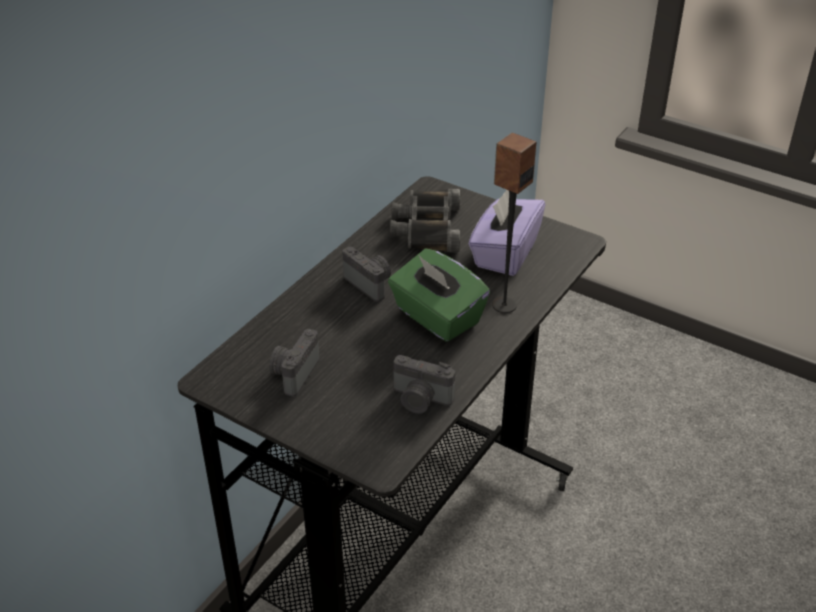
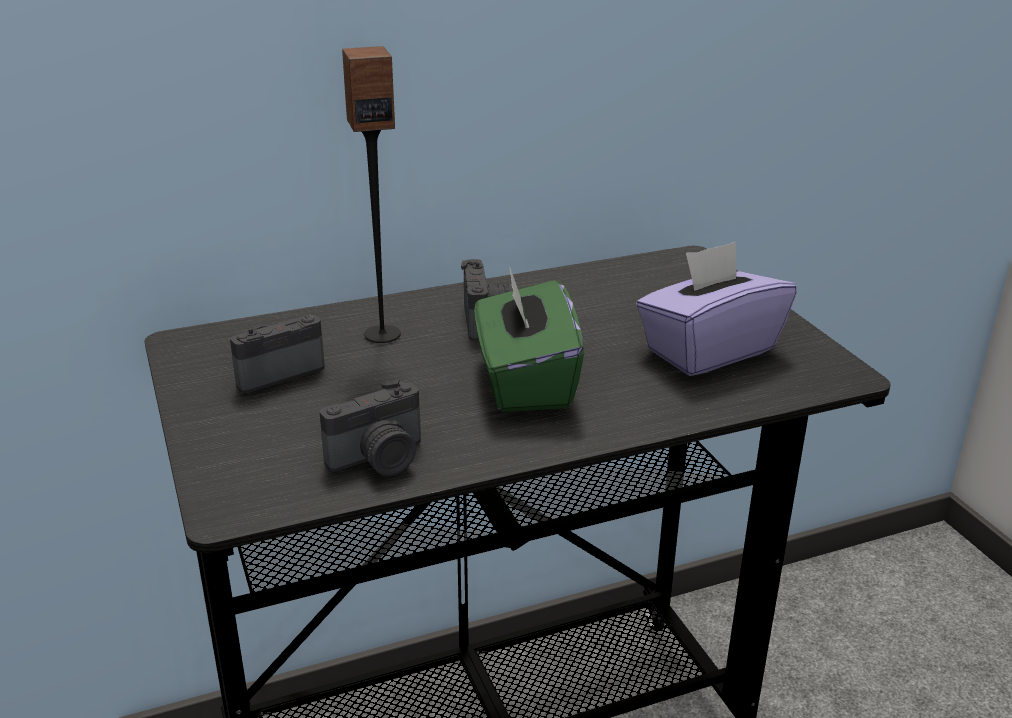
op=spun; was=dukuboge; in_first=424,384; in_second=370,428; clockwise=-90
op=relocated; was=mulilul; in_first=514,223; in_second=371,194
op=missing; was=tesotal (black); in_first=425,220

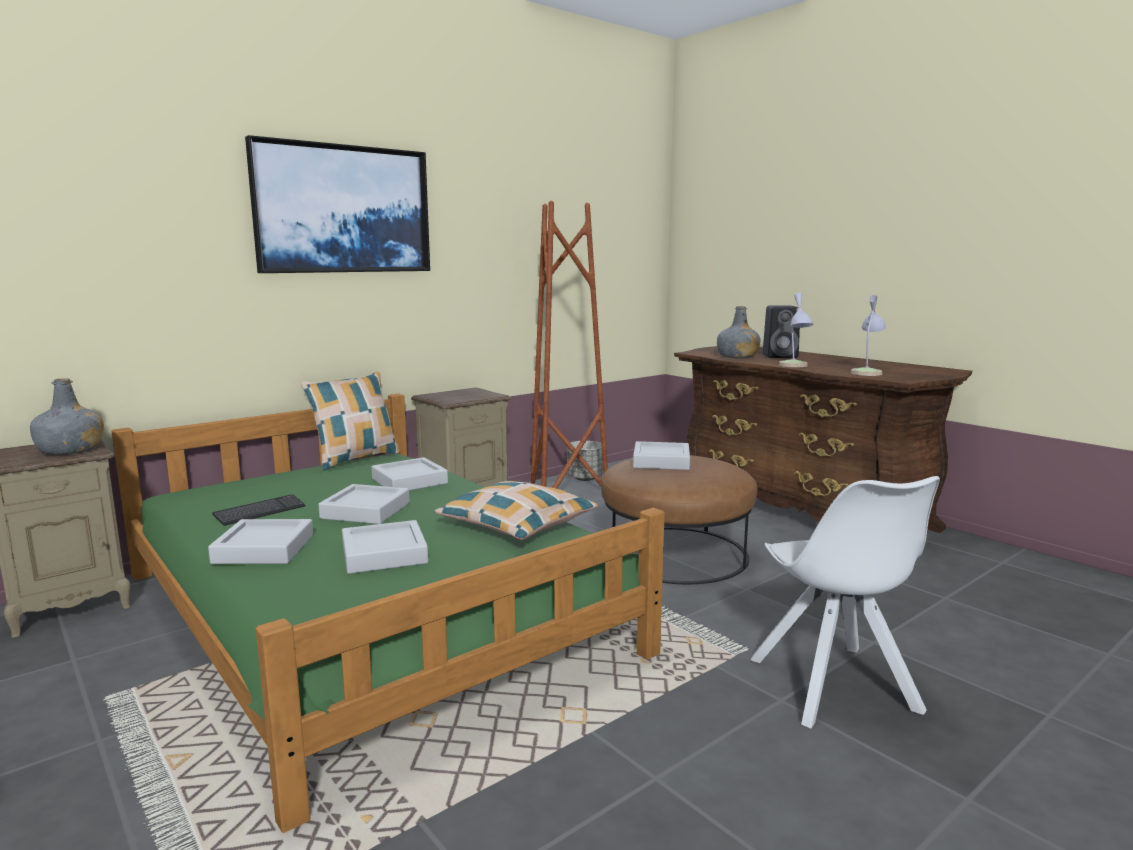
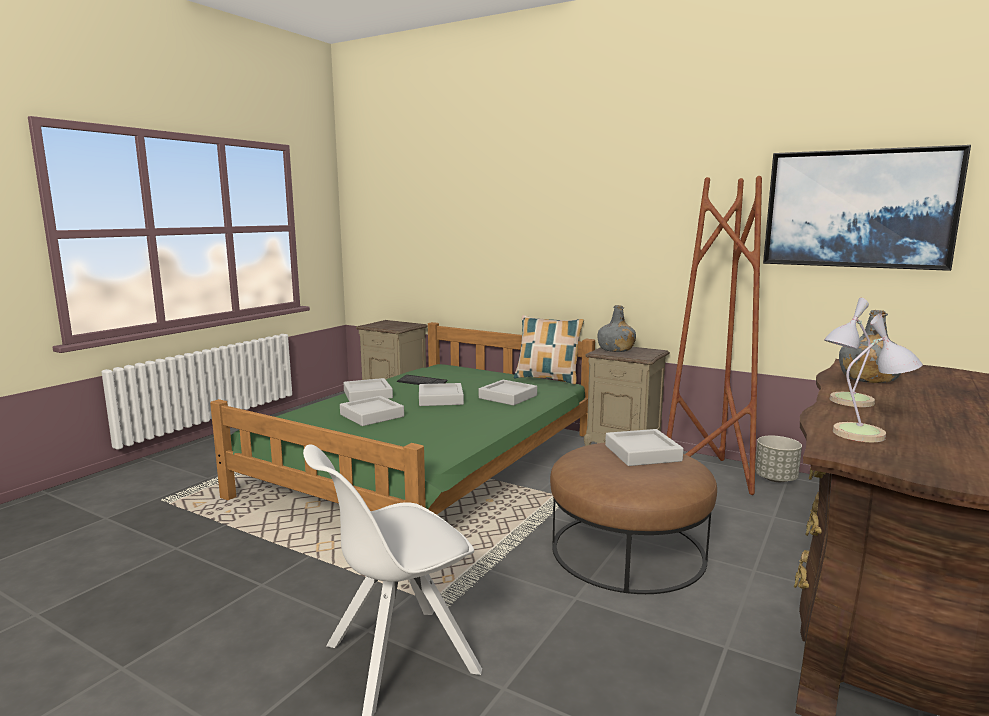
op=relocated; was=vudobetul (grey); in_first=67,416; in_second=617,328
op=relocated; was=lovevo; in_first=337,204; in_second=867,208
op=missing; was=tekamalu; in_first=516,510
op=missing; was=mulilul (black); in_first=781,332

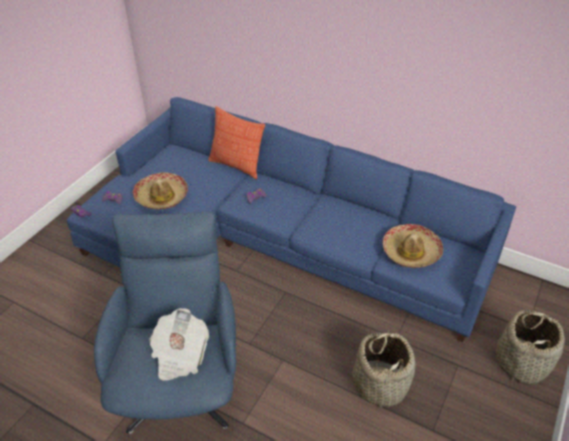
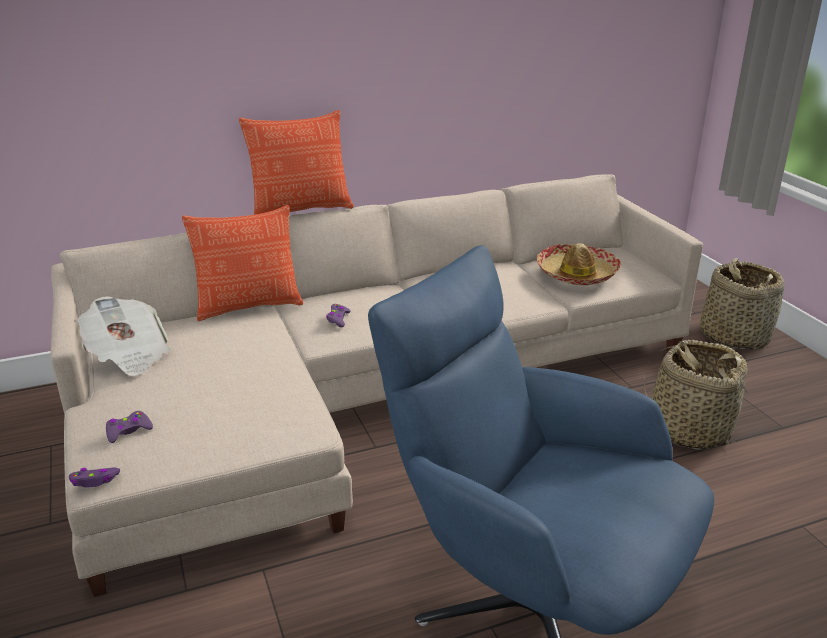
op=colour; was=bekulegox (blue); now=bekulegox (beige); in_first=291,219; in_second=376,385
op=relocated; was=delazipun; in_first=179,344; in_second=124,336
op=appeared; now=tekamalu (orange); in_second=296,162
op=missing; was=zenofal; in_first=160,190

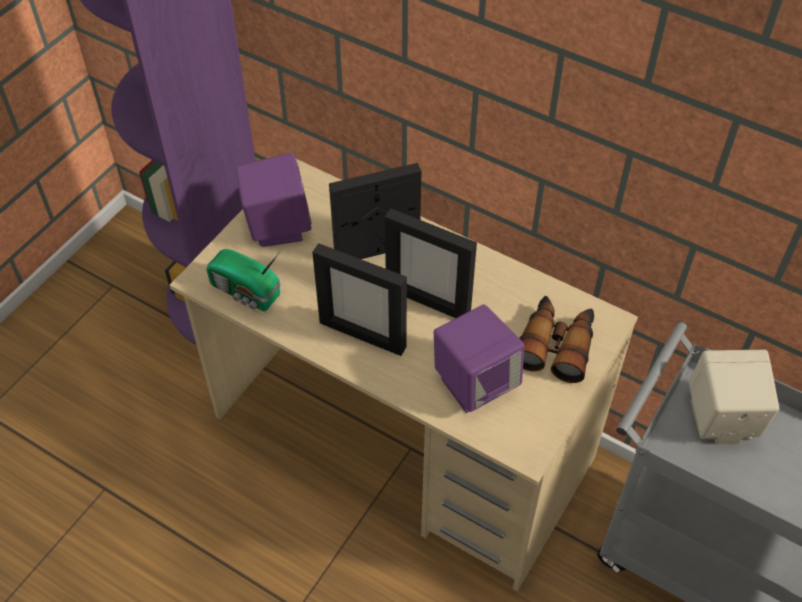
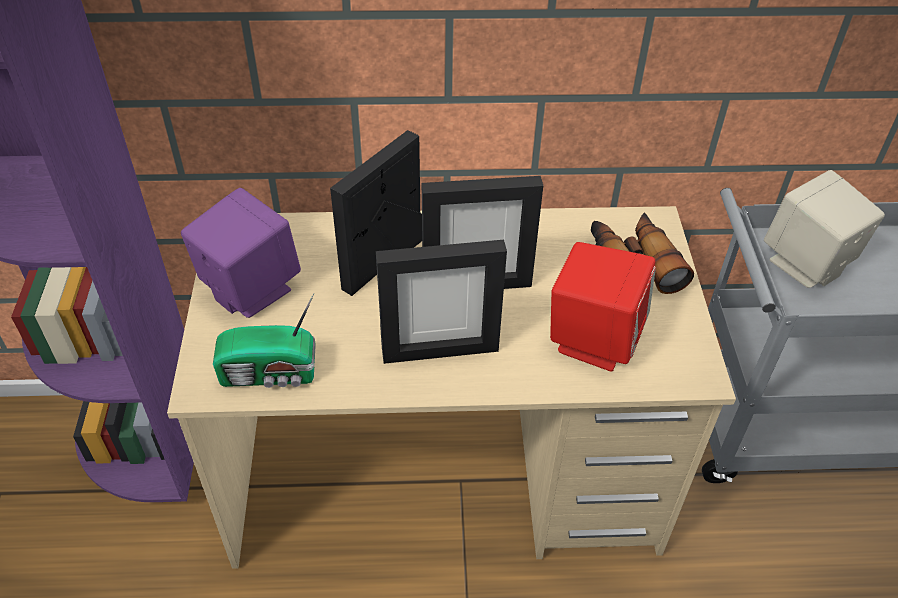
op=colour; was=mulilul (purple); now=mulilul (red); in_first=479,359; in_second=603,307

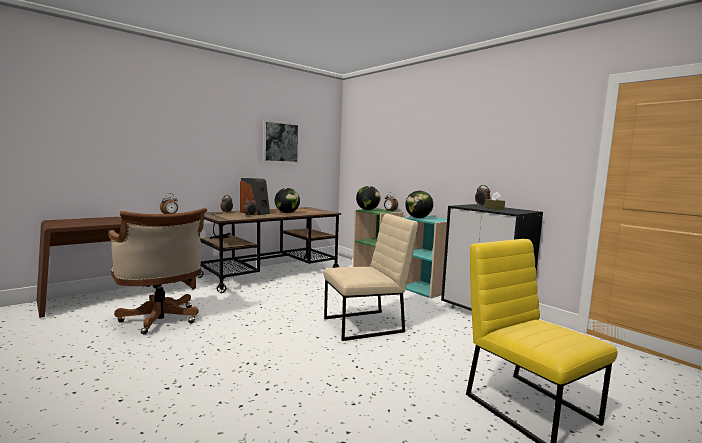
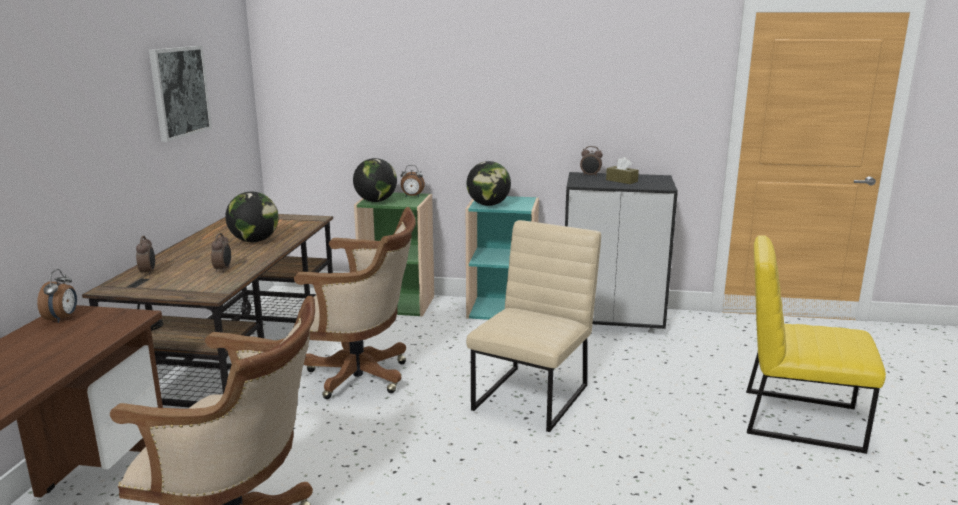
op=appeared; now=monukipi; in_second=355,303
op=missing; was=mulilul; in_first=255,196

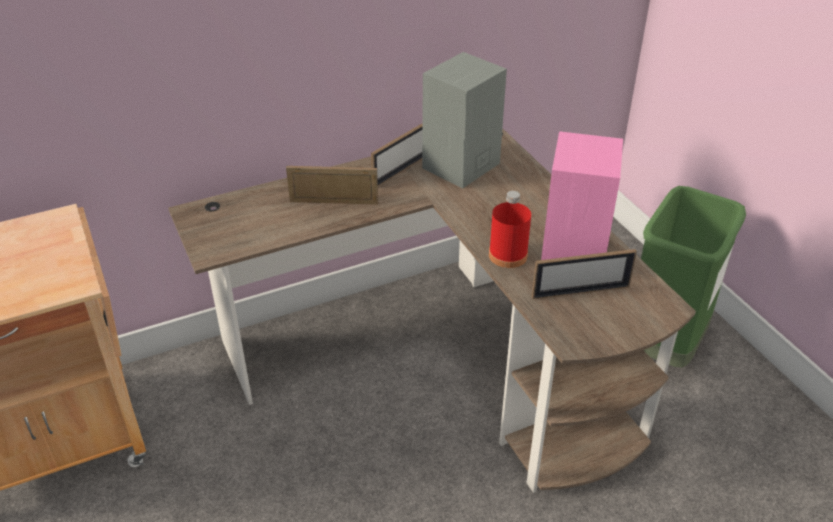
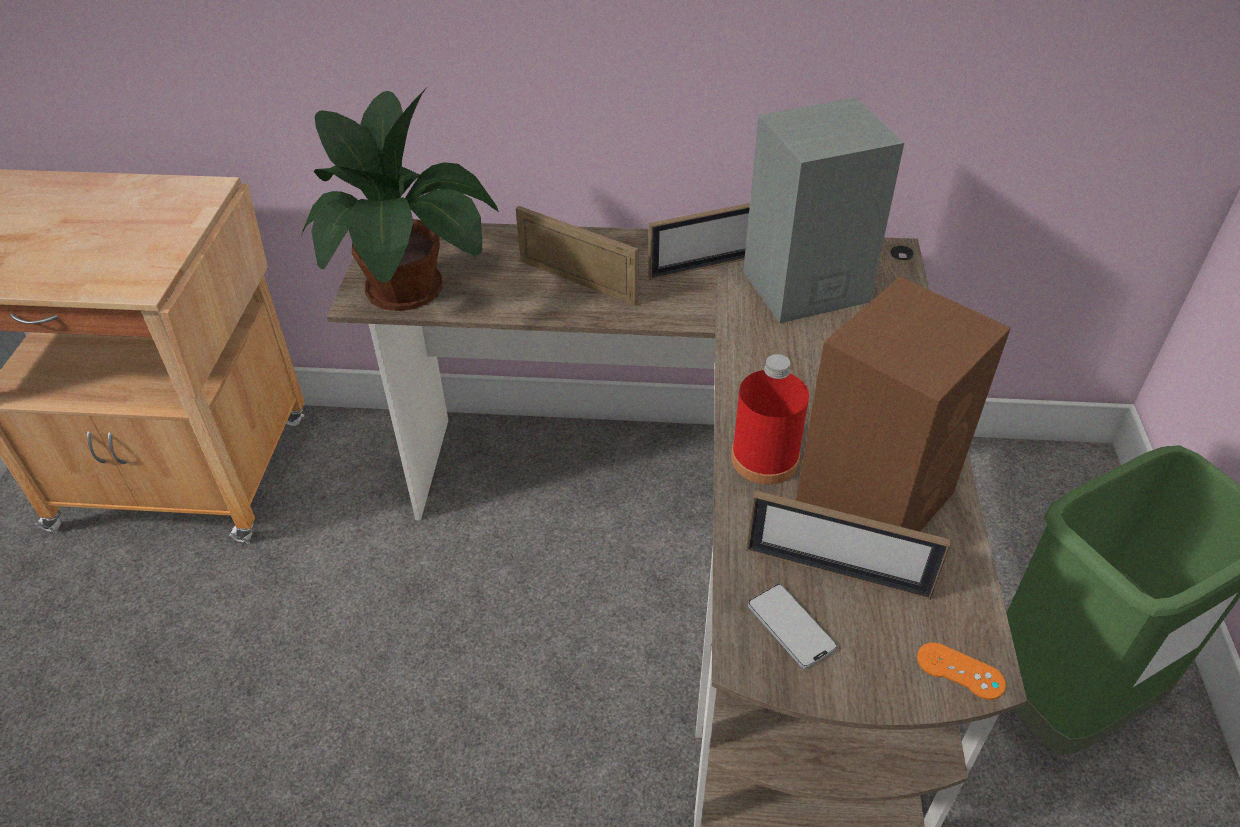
op=appeared; now=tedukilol; in_second=400,200
op=appeared; now=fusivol; in_second=792,626
op=colour; was=mulilul (pink); now=mulilul (brown); in_first=582,195; in_second=903,404
op=appeared; now=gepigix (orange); in_second=961,671

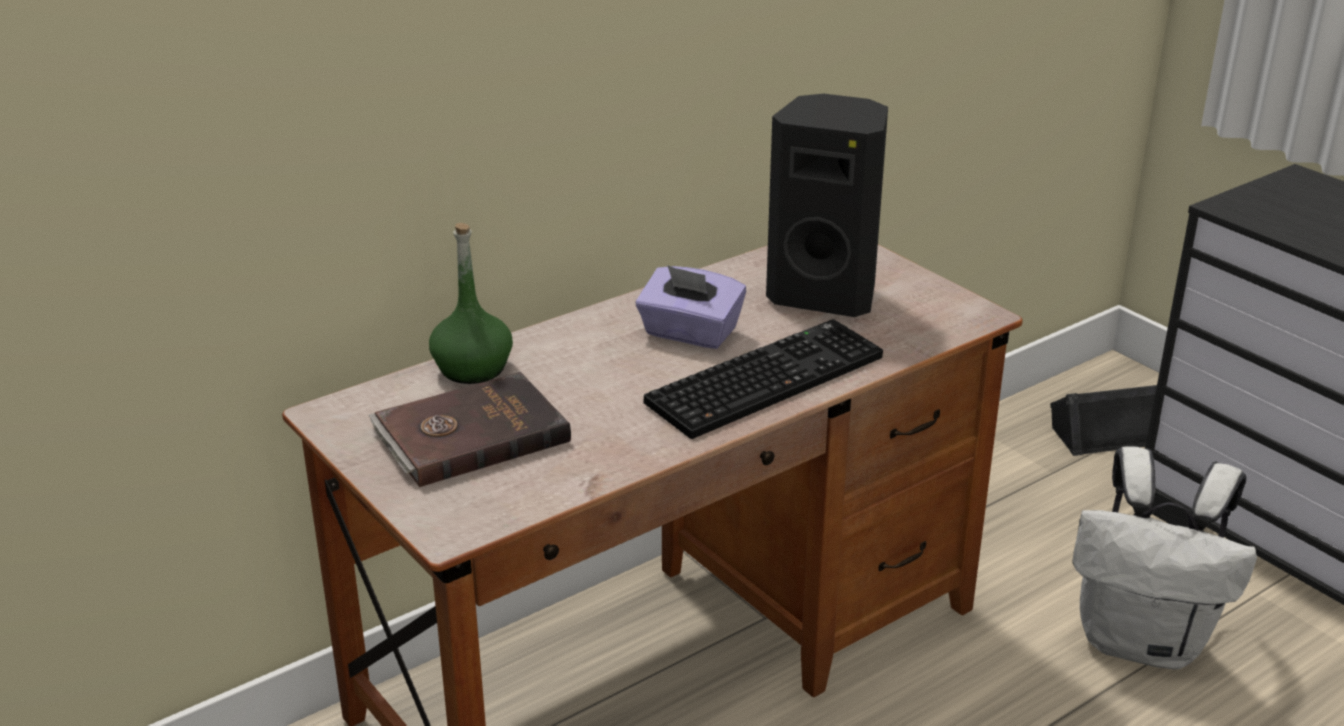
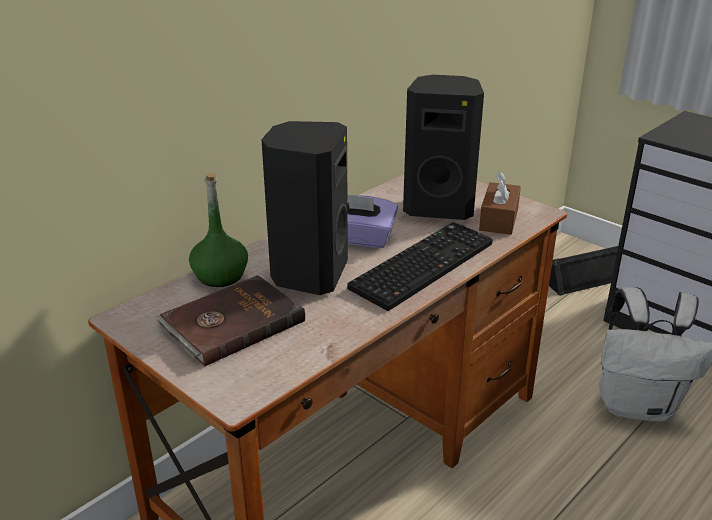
op=appeared; now=mulilul (black); in_second=304,208
op=appeared; now=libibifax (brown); in_second=500,203

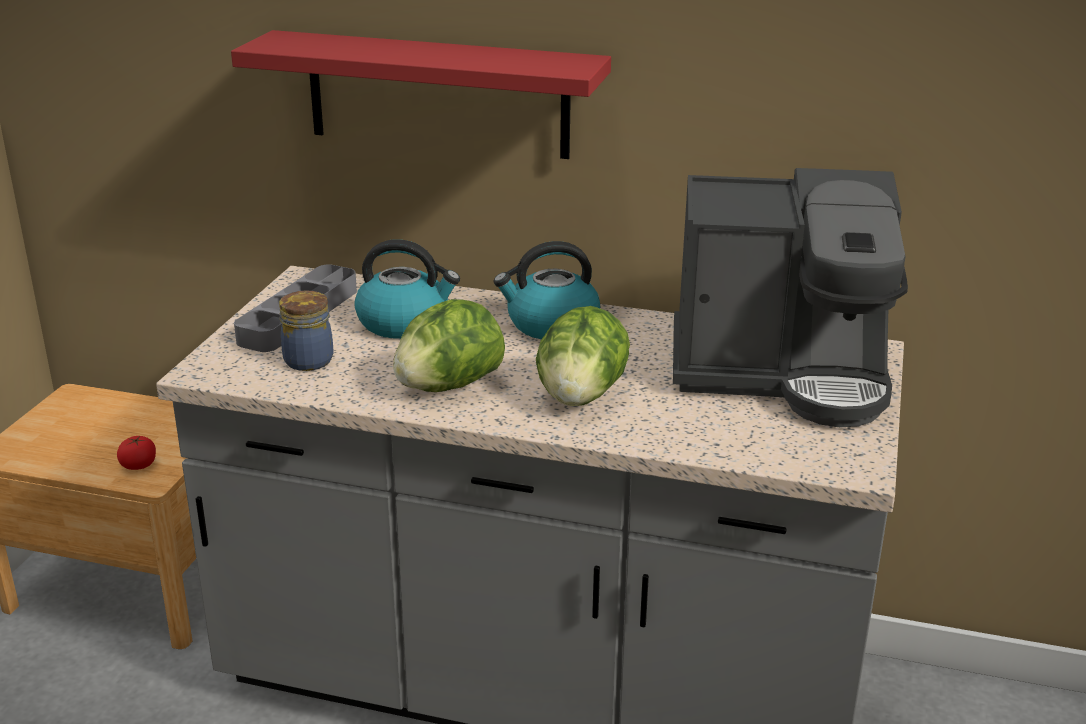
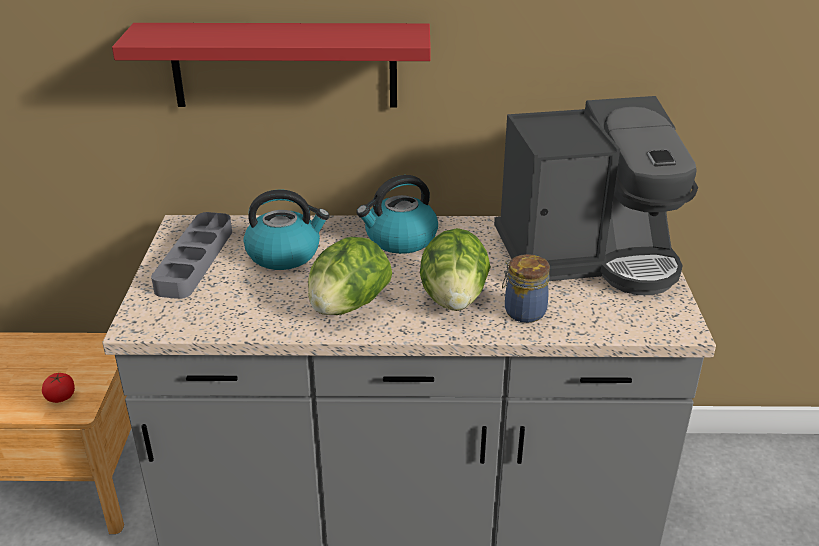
op=relocated; was=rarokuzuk; in_first=306,330; in_second=526,288

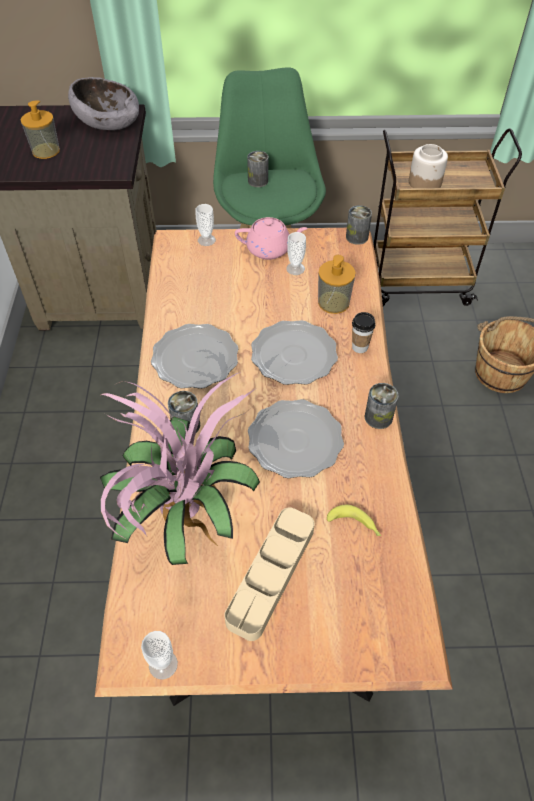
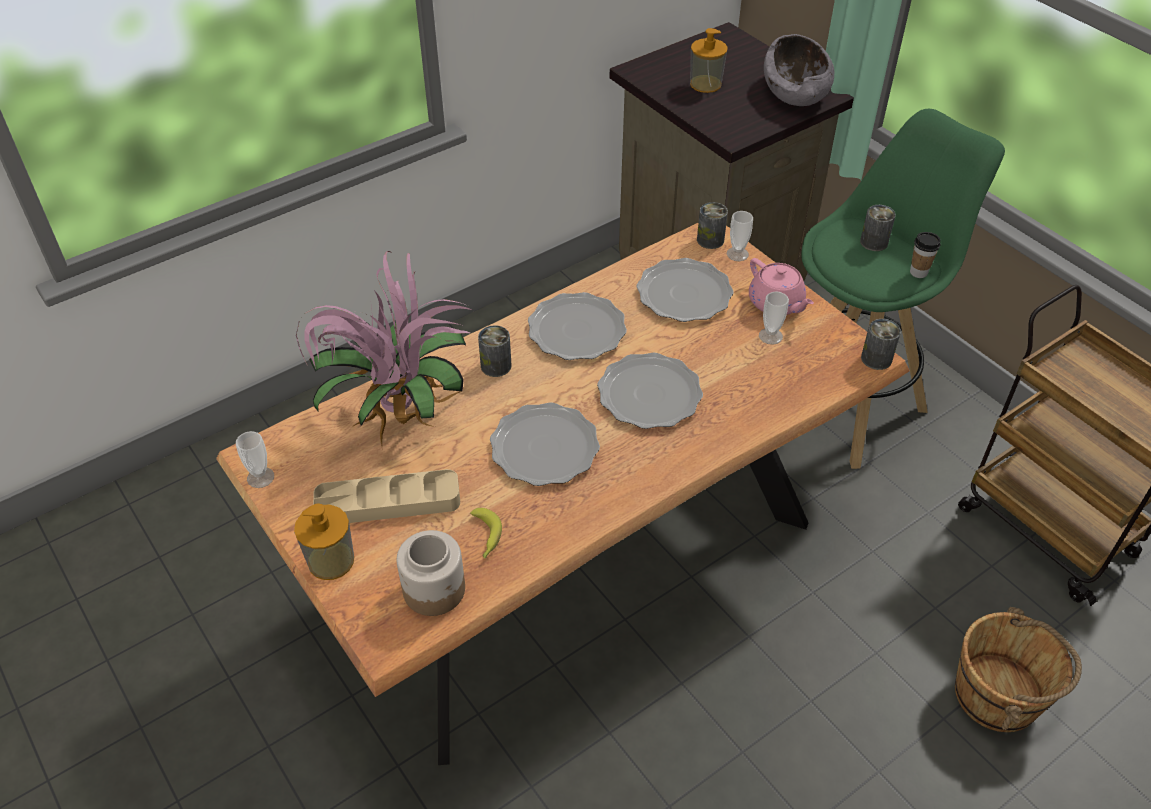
op=relocated; was=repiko; in_first=337,284; in_second=324,542
op=relocated; was=rarokuzuk; in_first=428,166; in_second=431,573
op=appeared; now=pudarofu; in_second=685,290
op=relocated; was=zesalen; in_first=381,406; in_second=712,225
op=relocated; was=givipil; in_first=364,332; in_second=925,255

